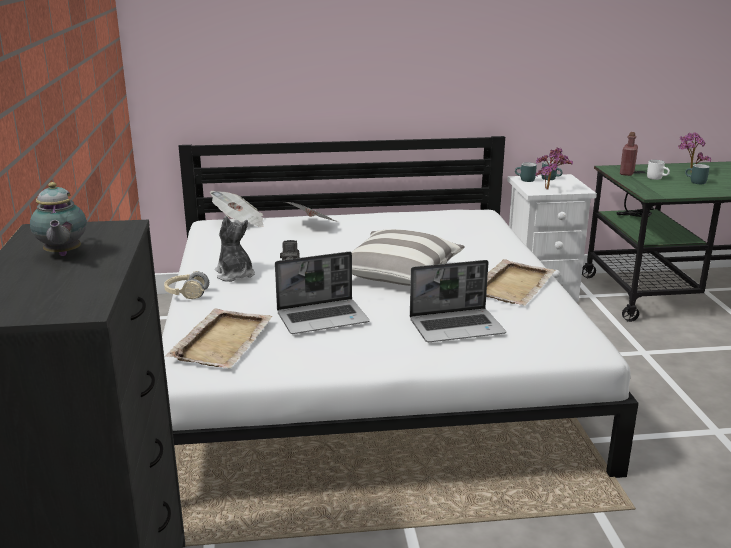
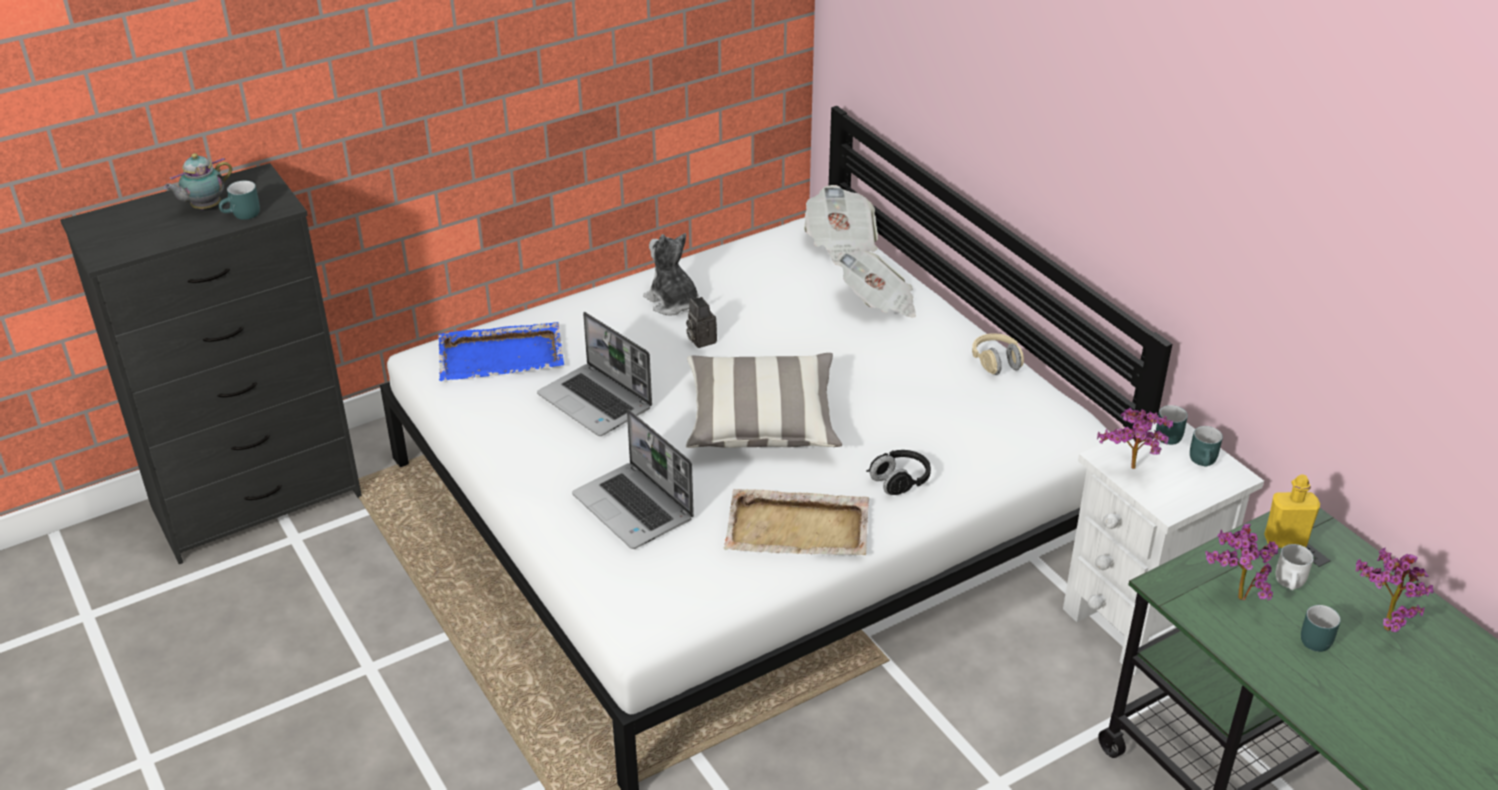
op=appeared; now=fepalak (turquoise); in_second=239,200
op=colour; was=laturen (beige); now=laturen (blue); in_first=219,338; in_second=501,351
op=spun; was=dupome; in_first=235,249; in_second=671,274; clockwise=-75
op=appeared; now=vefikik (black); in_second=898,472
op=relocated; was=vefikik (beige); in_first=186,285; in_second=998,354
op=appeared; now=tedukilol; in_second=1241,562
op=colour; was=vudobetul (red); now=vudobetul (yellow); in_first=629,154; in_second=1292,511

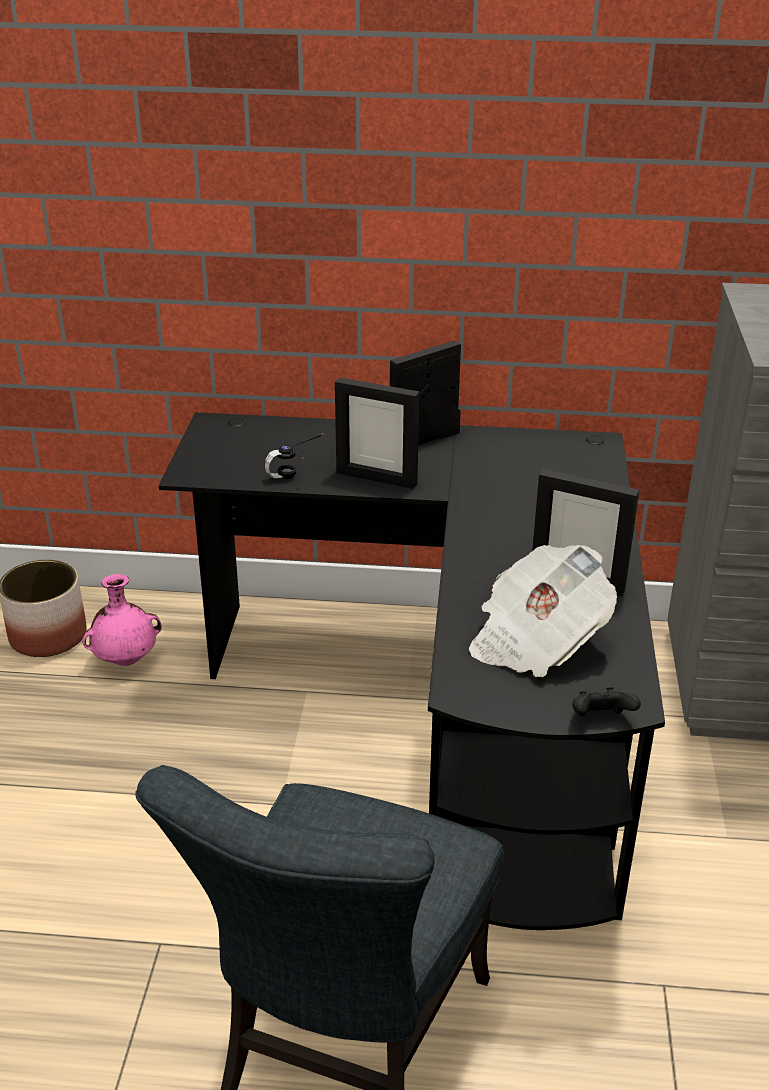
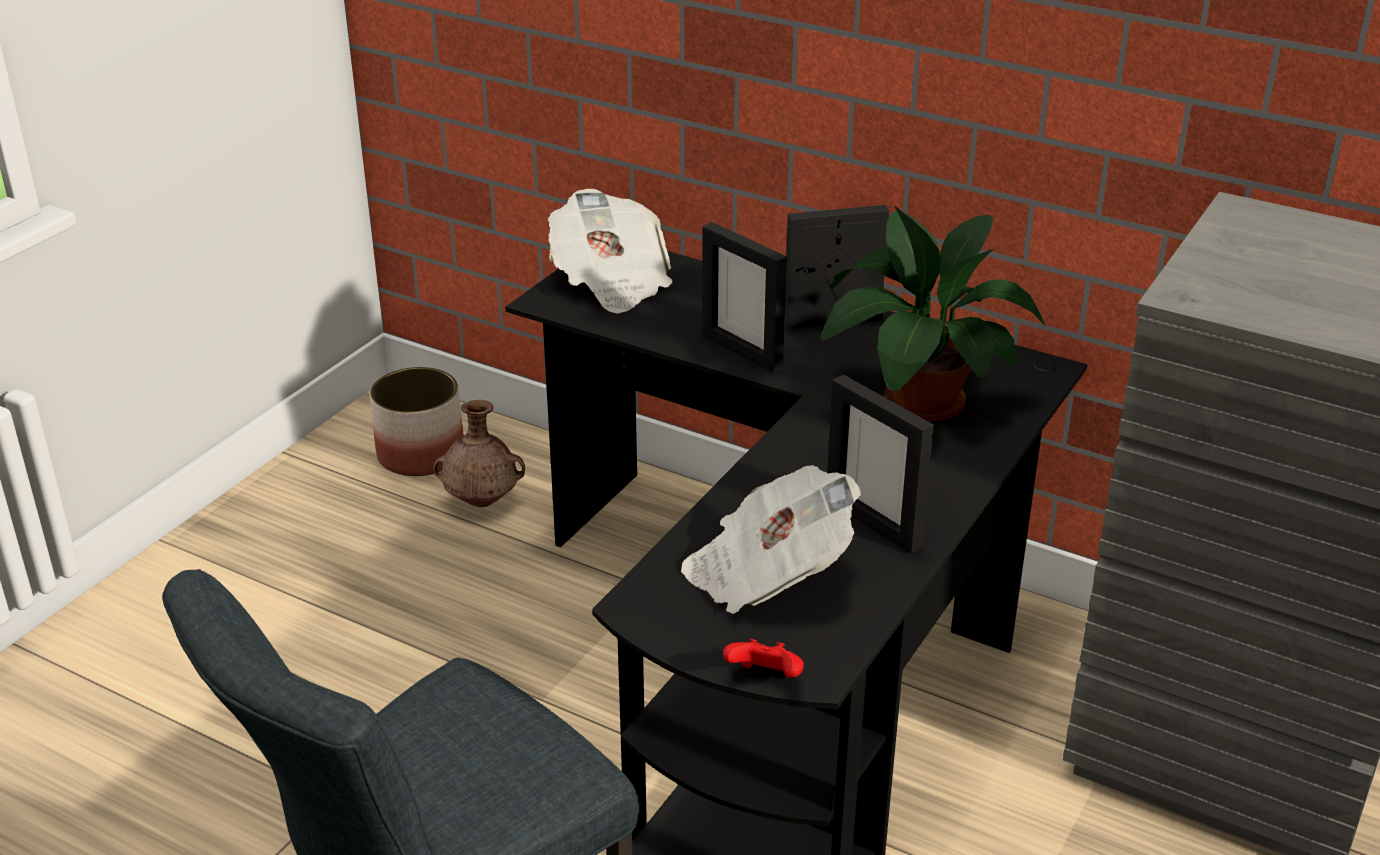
op=colour; was=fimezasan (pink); now=fimezasan (brown); in_first=122,620; in_second=479,453
op=appeared; now=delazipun; in_second=610,251
op=colour; was=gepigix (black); now=gepigix (red); in_first=606,701; in_second=763,658
op=appeared; now=tedukilol; in_second=933,314
op=missing; was=vefikik; in_first=295,456

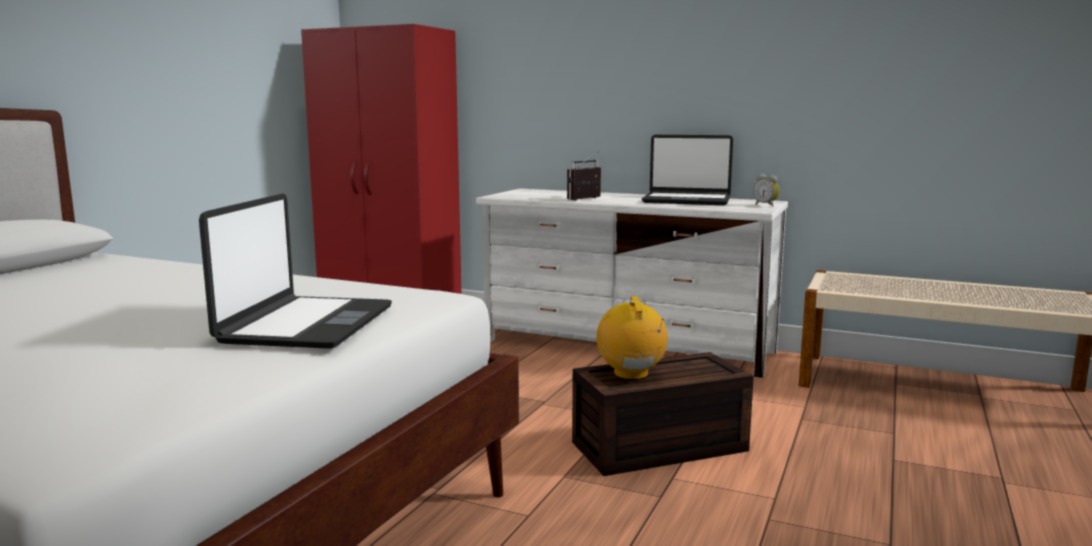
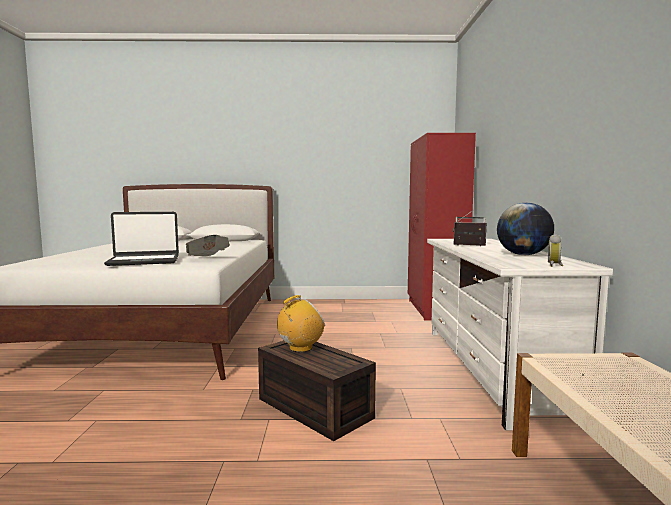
op=appeared; now=delazipun; in_second=208,245
op=exchanged; was=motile; now=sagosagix; in_first=687,170; in_second=525,229

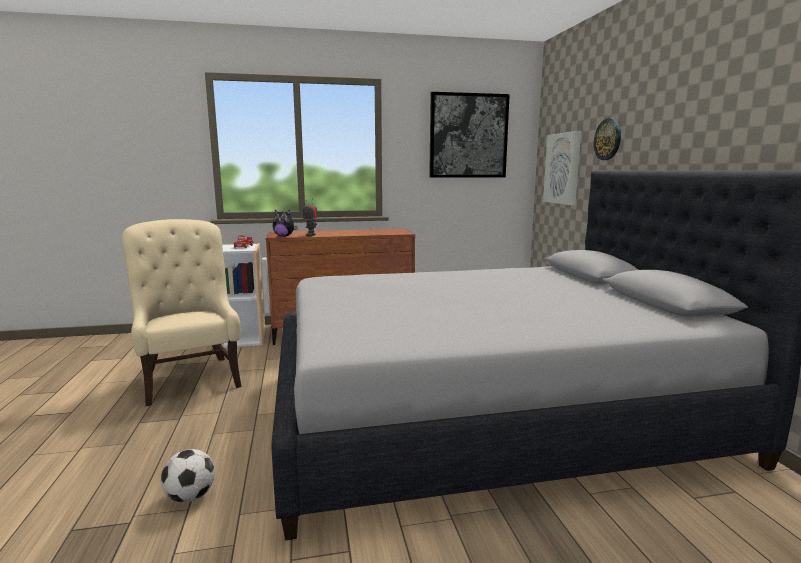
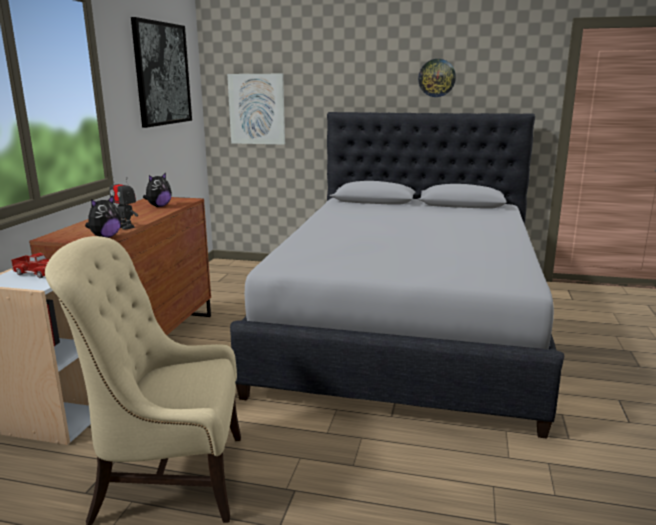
op=appeared; now=dupome; in_second=157,189
op=relocated; was=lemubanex; in_first=607,139; in_second=437,78
op=missing; was=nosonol; in_first=188,476

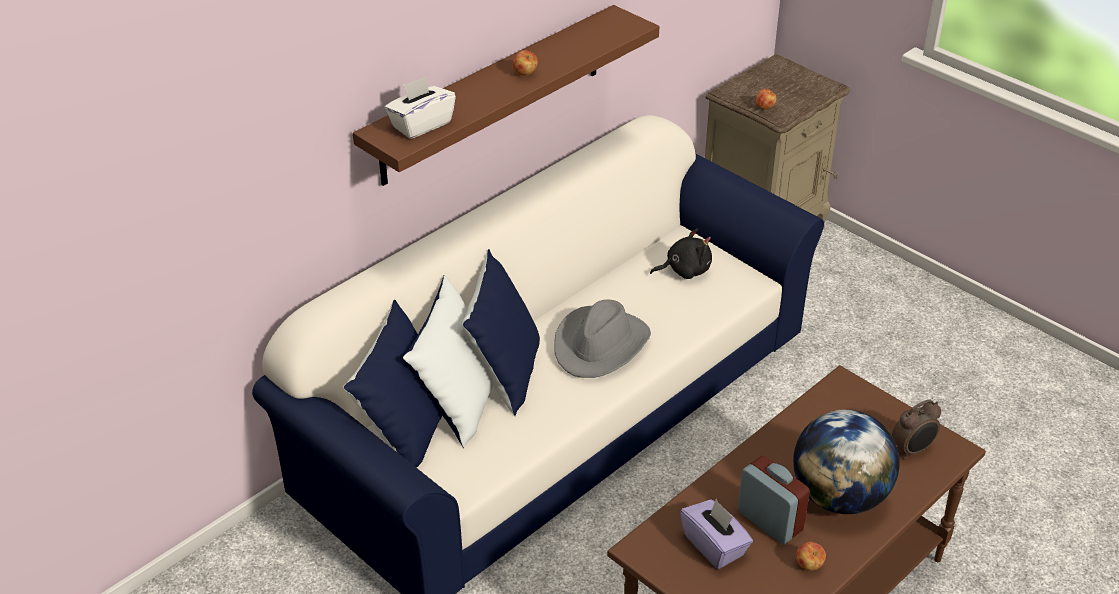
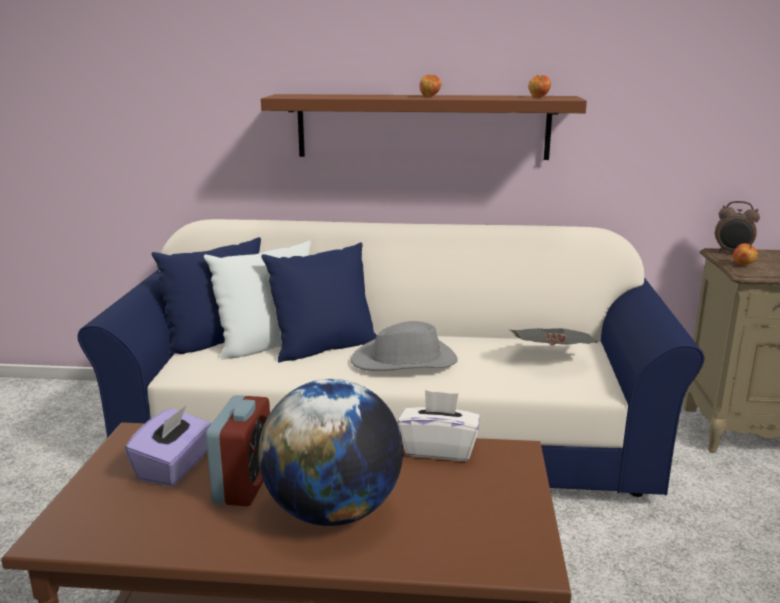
op=relocated; was=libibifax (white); in_first=420,107; in_second=439,425
op=exchanged; was=dupome (black); now=delazipun; in_first=681,254; in_second=554,336
op=relocated; was=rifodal; in_first=811,556; in_second=540,86
op=relocated; was=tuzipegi; in_first=916,429; in_second=737,227

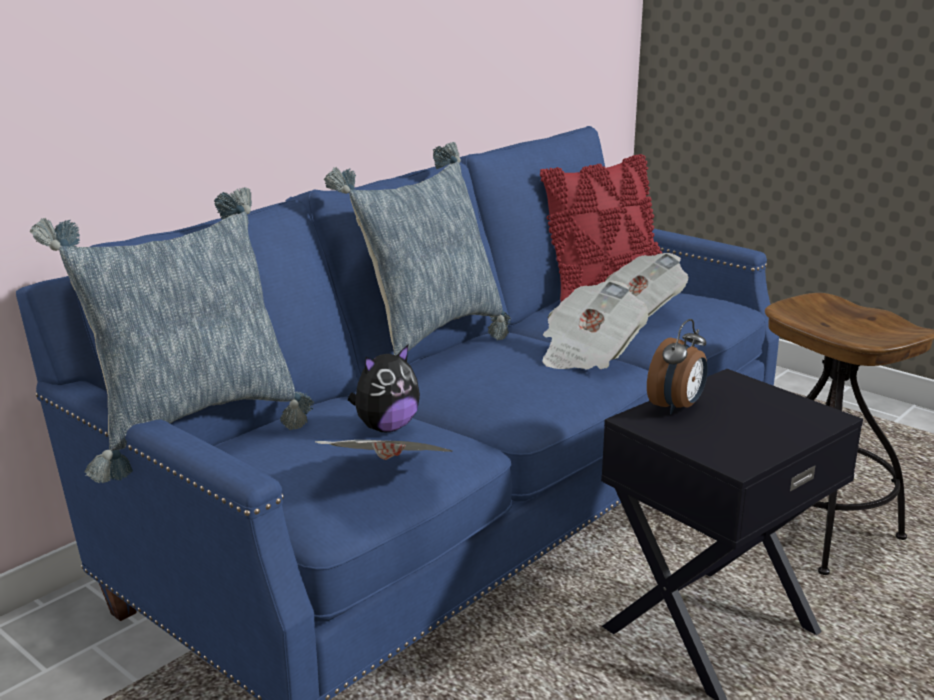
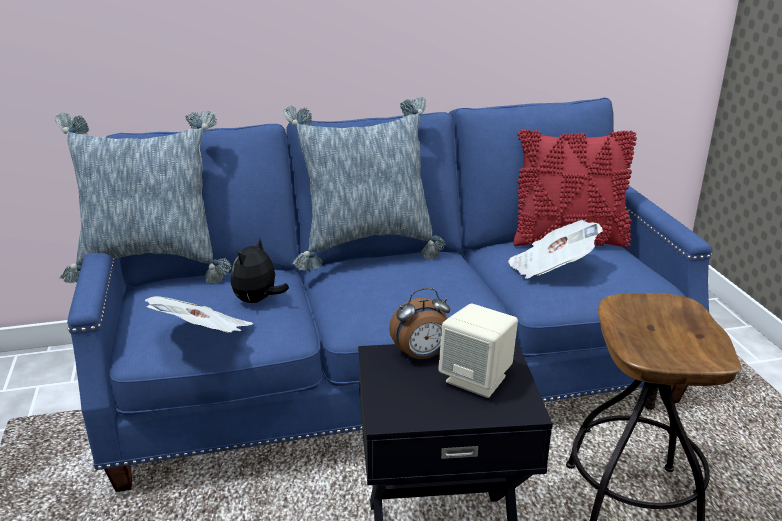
op=spun; was=dupome; in_first=384,389; in_second=260,270; clockwise=120
op=appeared; now=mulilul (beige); in_second=478,350
op=missing; was=delazipun; in_first=595,325

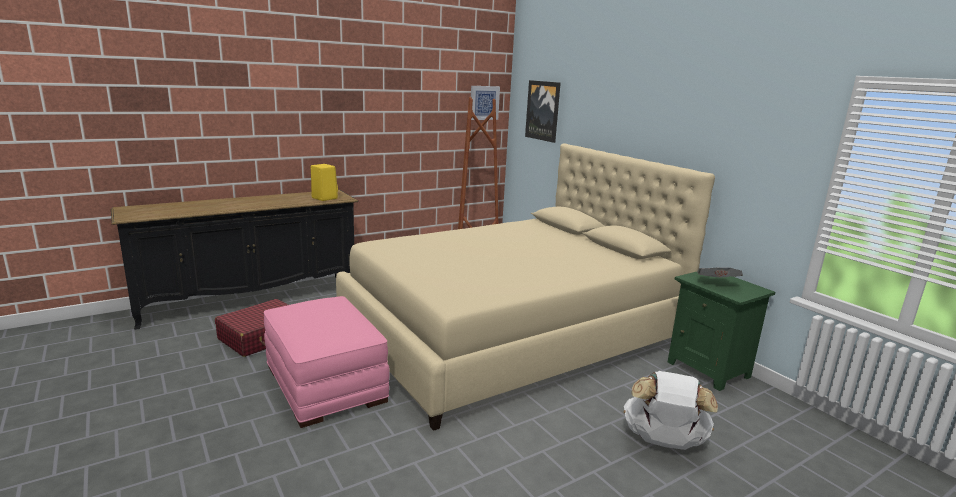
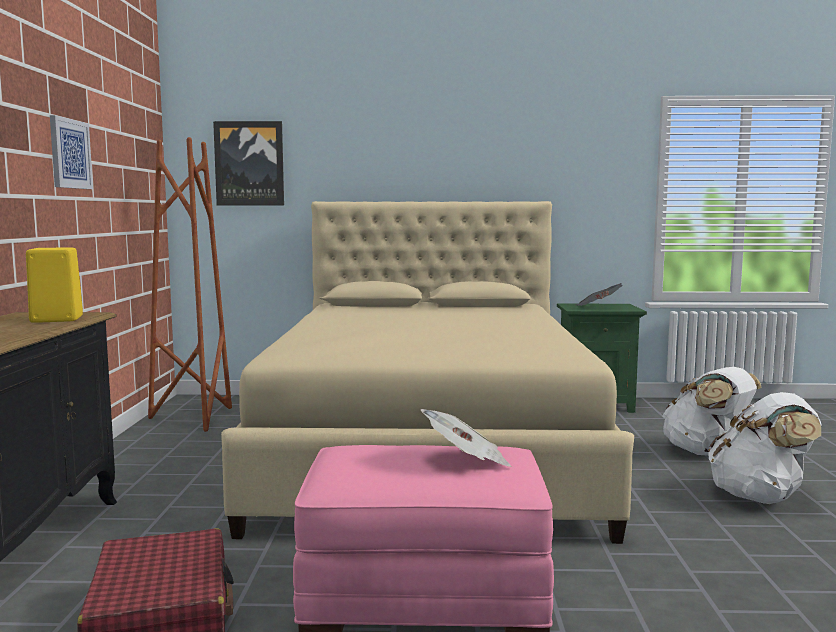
op=relocated; was=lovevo; in_first=485,103; in_second=71,152
op=appeared; now=delazipun; in_second=466,438
op=appeared; now=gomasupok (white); in_second=765,448

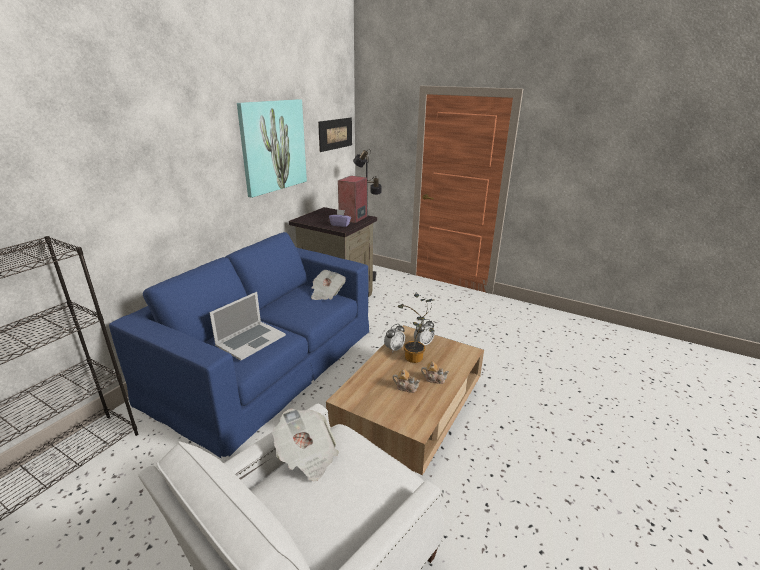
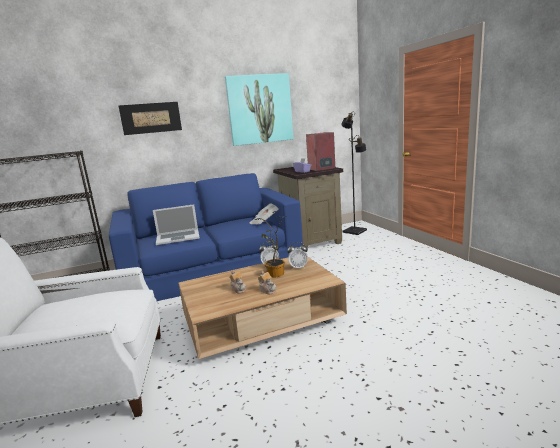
op=relocated; was=lovevo; in_first=335,135; in_second=150,118
op=missing; was=delazipun; in_first=305,444

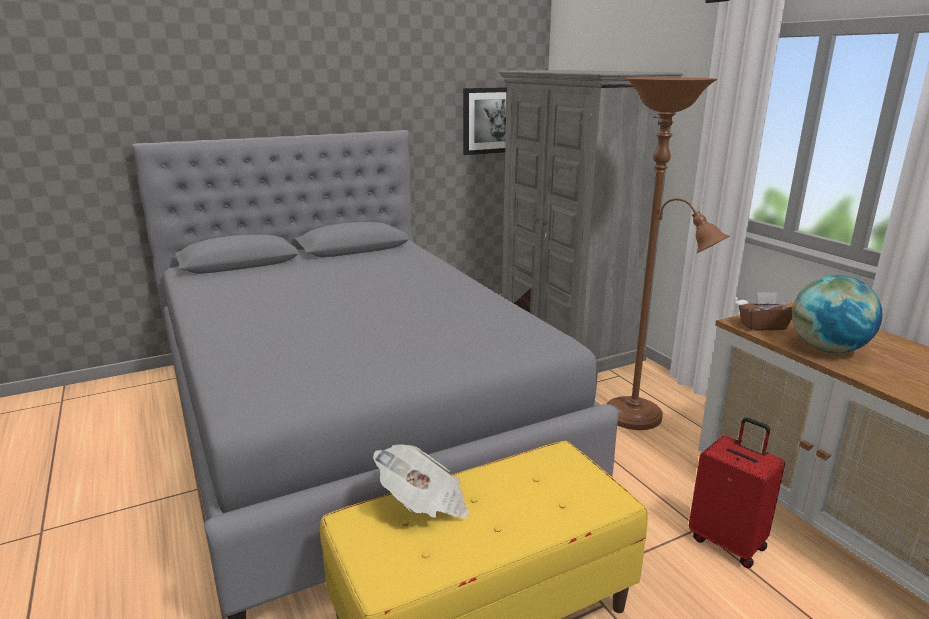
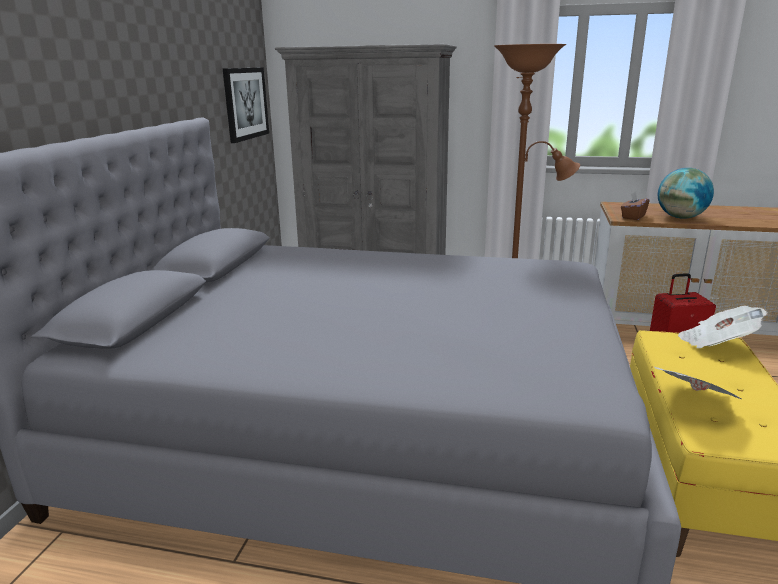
op=appeared; now=delazipun; in_second=722,327

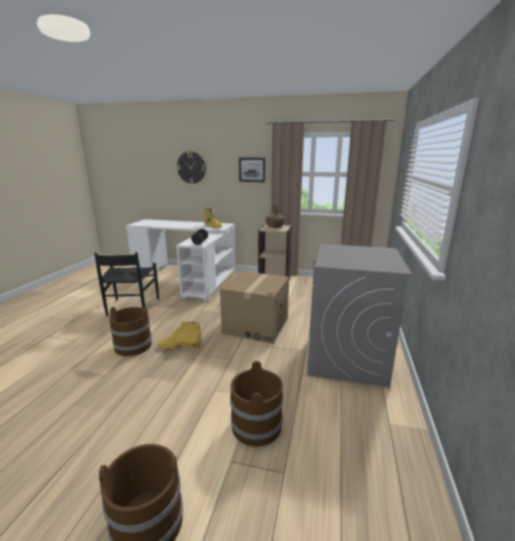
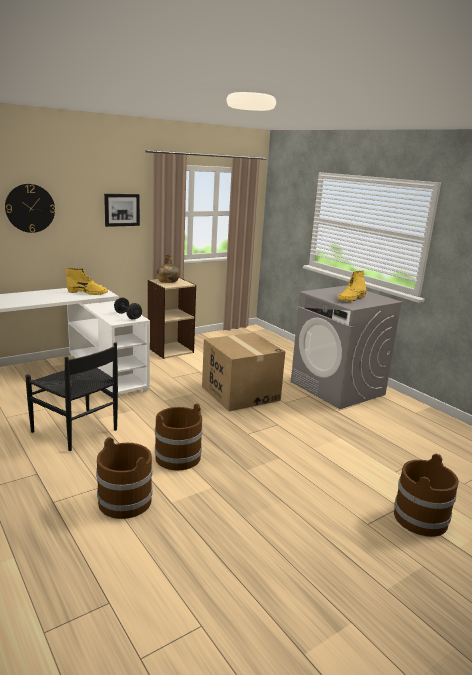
op=relocated; was=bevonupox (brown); in_first=256,404; in_second=124,478
op=relocated; was=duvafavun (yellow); in_first=179,336; in_second=352,285

